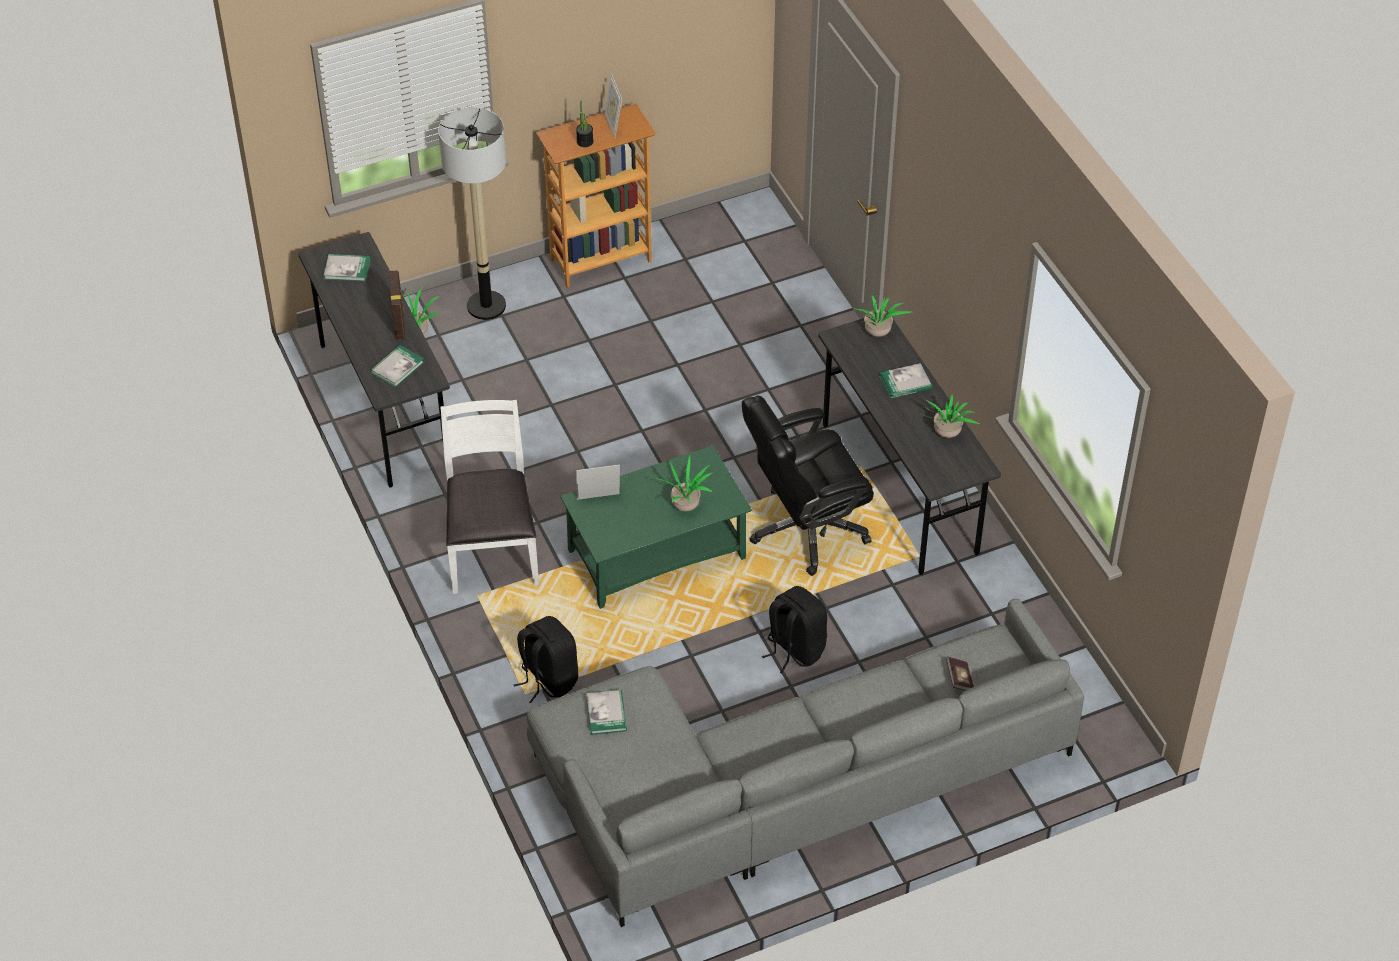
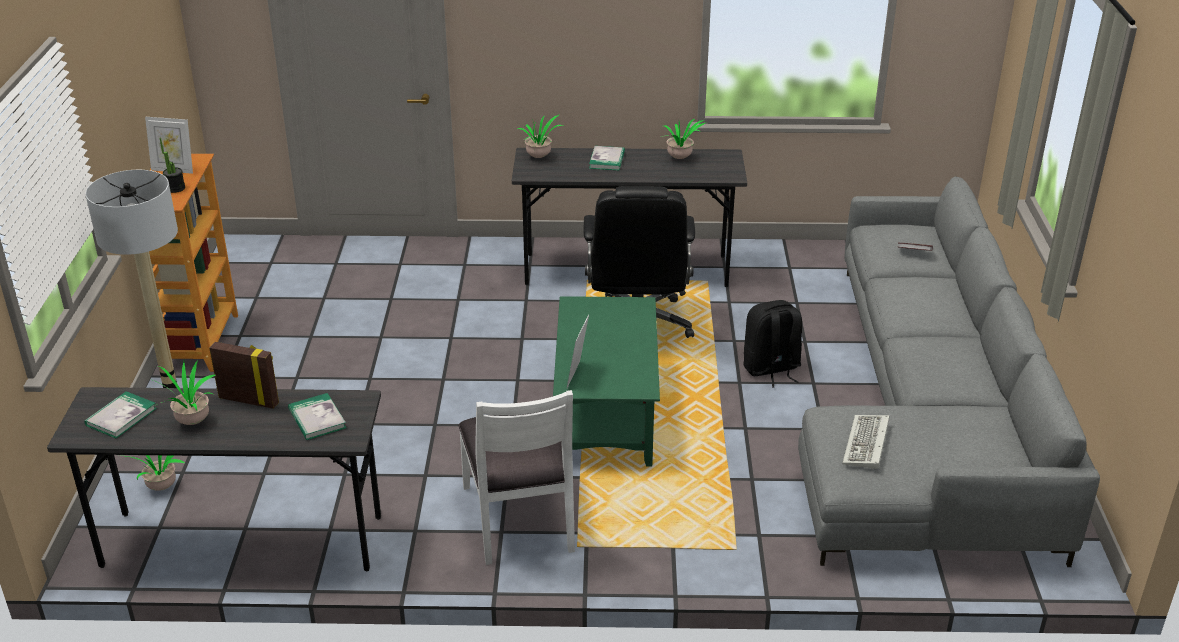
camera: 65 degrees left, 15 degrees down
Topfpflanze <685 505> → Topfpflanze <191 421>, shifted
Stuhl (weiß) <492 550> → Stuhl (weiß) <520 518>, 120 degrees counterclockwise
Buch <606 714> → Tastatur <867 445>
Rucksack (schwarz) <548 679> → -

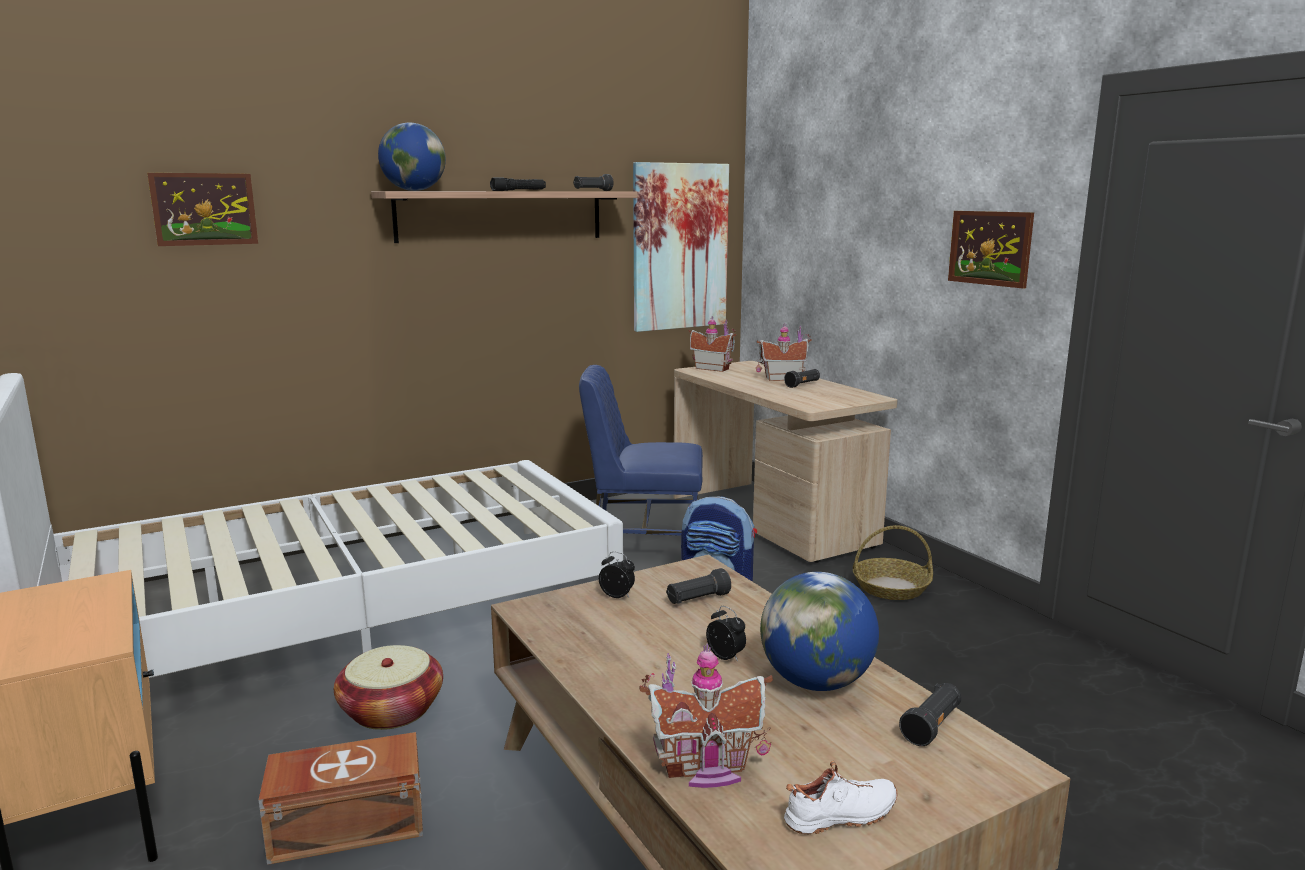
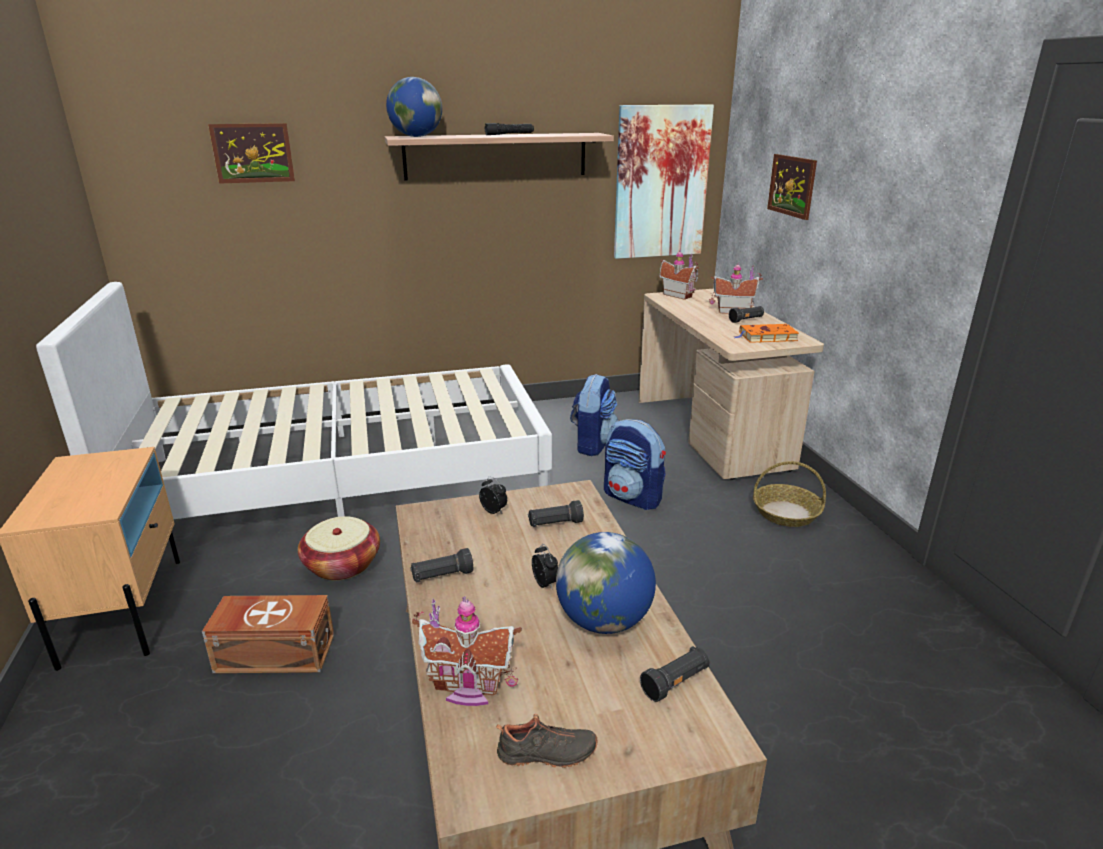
camera: 15 degrees right, 10 degrees up
Taschenlampe (schwarz) <592 191> → Taschenlampe (schwarz) <442 576>, shifted
Schuh (weiß) <842 817> → Schuh (schwarz) <547 755>
Stuhl (blau) <643 545> → Rucksack <592 444>
- → Buch (orange) <766 337>
Bild <990 248> → Bild <792 186>, shifted

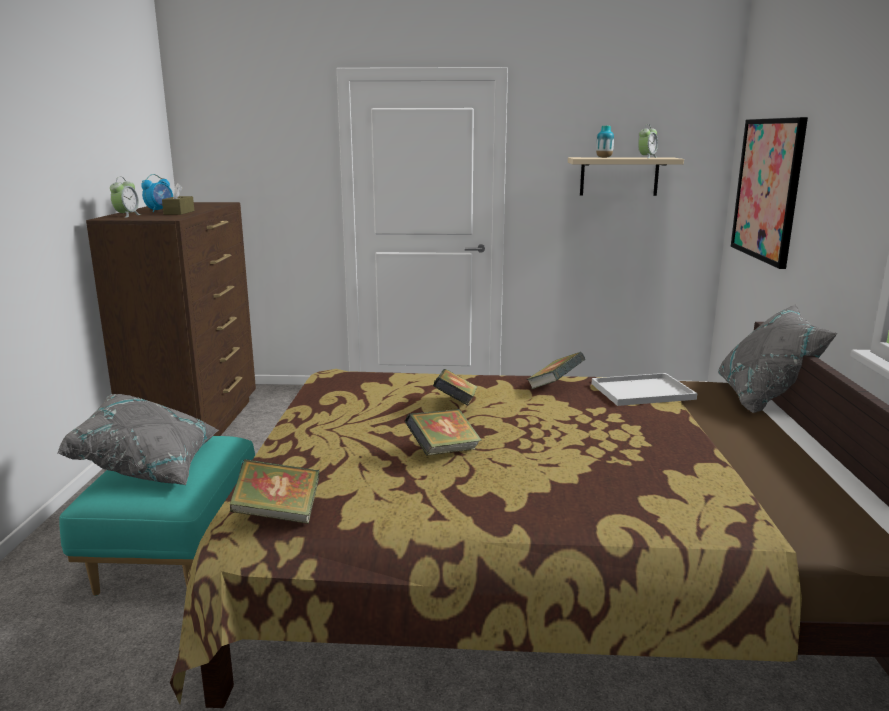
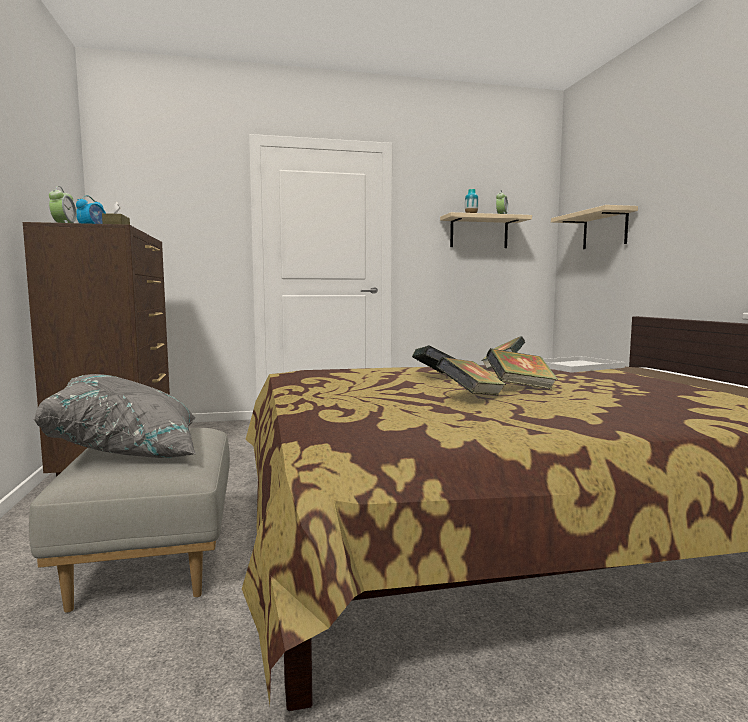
camera: 15 degrees left, 10 degrees down
Polsterhocker (türkis) <176 553> → Polsterhocker (grau) <154 558>
Buch <277 514> → Buch <520 388>, shifted
Bild <767 189> → Wandregal (beige) <605 229>
Kissen (grau) <764 398> → -

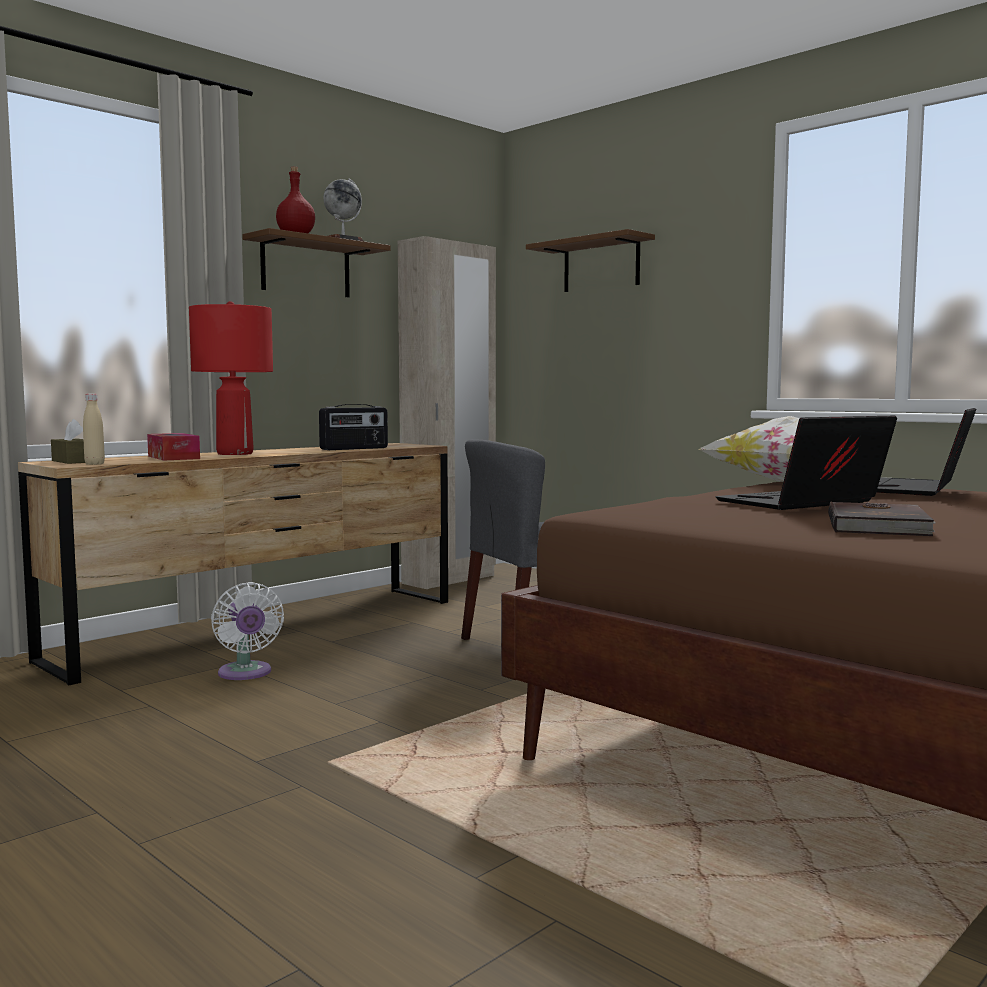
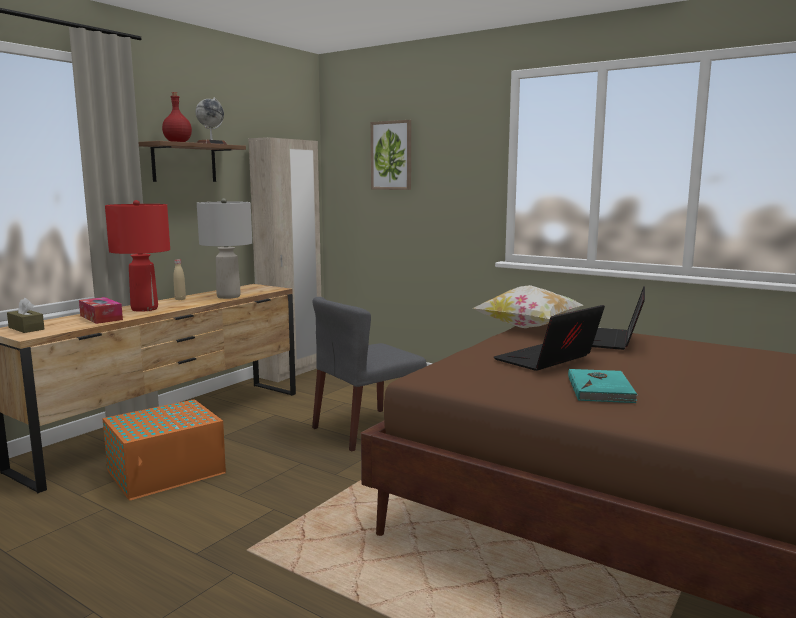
camera: 10 degrees left, 5 degrees up
Ventilator (weiß) <246 674> → Aufbewahrungsbox (orange) <168 472>
Flasche (beige) <94 464> → Flasche (beige) <180 299>, shifted
Radio <354 448> → Tischlampe (grau) <228 296>
Wandregal (braun) <601 265> → Bild <391 155>
Buch (braun) <879 525> → Buch (türkis) <601 389>

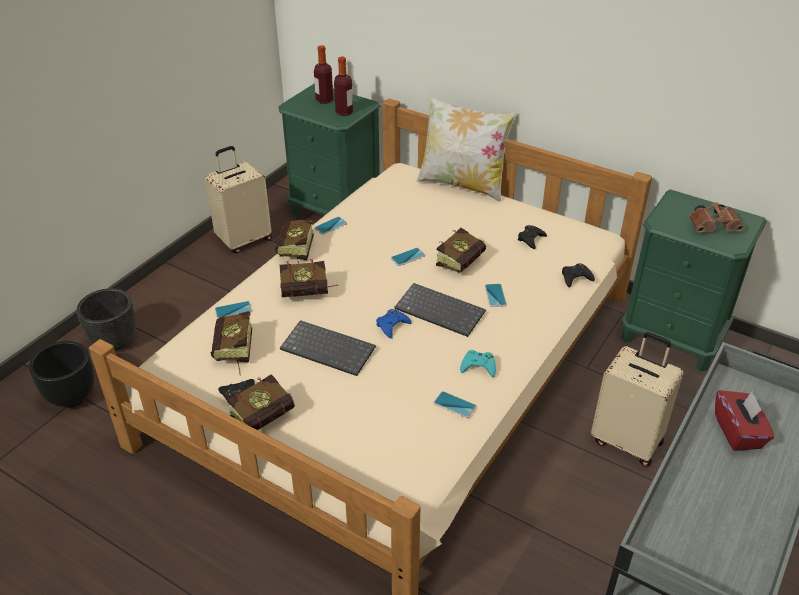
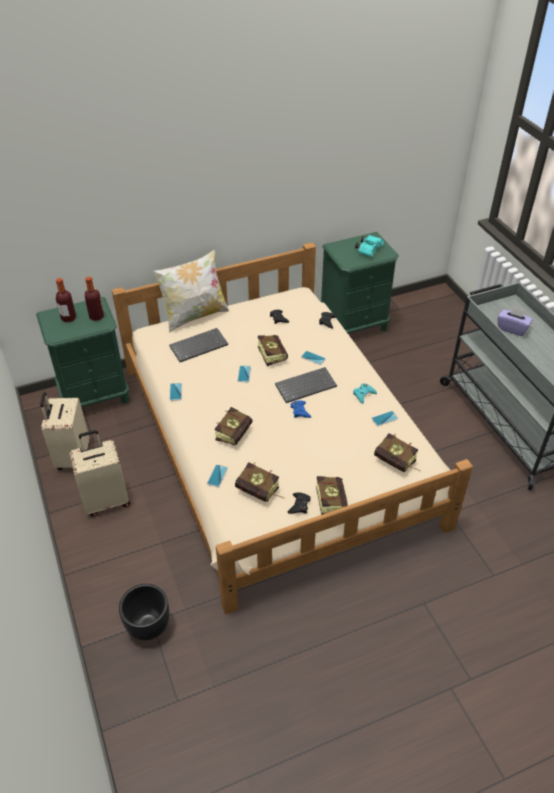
camera: 55 degrees left, 5 degrees up
Koffer (beige) <627 441> → Koffer (beige) <106 500>, shifted
Tastatur <329 349> → Tastatur <199 345>, shifted
Fernglas (braun) <715 227> → Fernglas (türkis) <369 250>
Buch <295 253> → Buch <398 464>, shifted
Taschentuchbox (rot) <738 432> → Taschentuchbox (lila) <512 328>
Pflanzkübel (schwarz) <114 341> → -

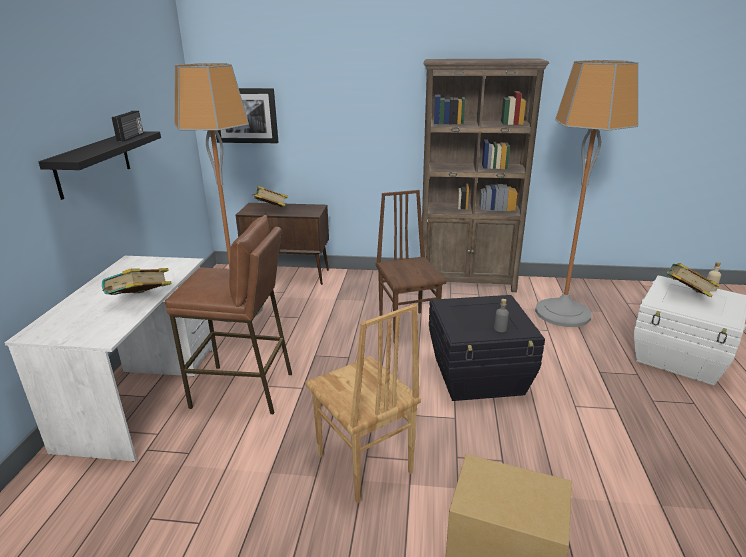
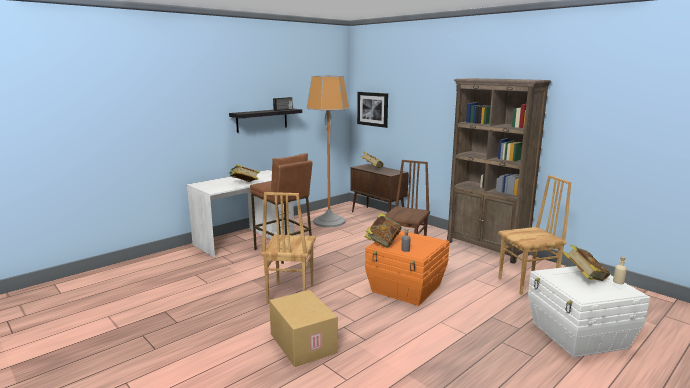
camera: 40 degrees right, 10 degrees down
- → Buch <383 242>
Aufbewahrungsbox (schwarz) <479 376> → Aufbewahrungsbox (orange) <406 288>
Stehlampe <563 313> → Stuhl (braun) <528 284>

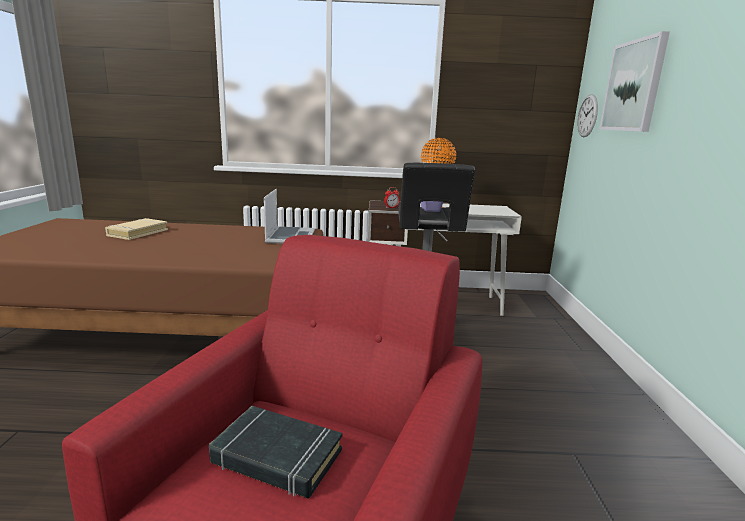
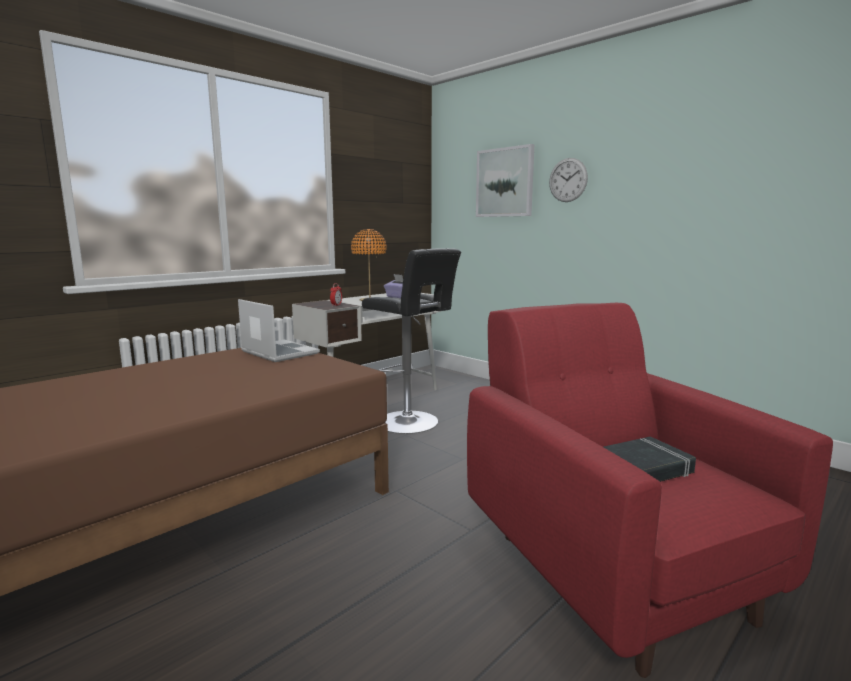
camera: 45 degrees left, 5 degrees down
Wanduhr <587 115> → Wanduhr <568 180>, shifted
Buch (beige) <137 233> → -

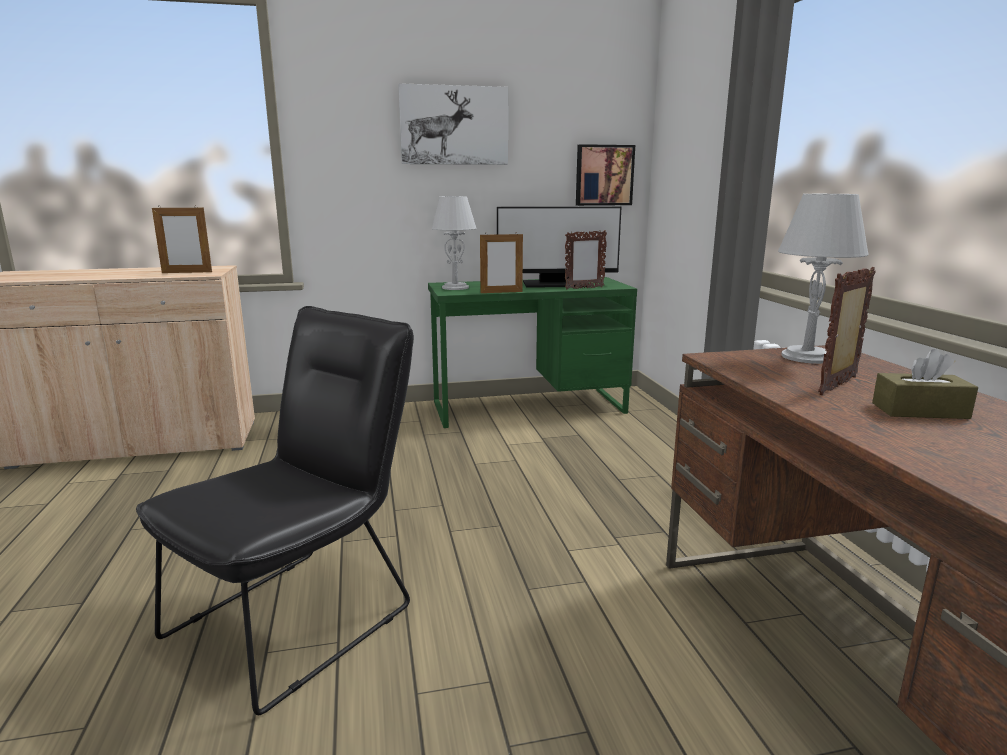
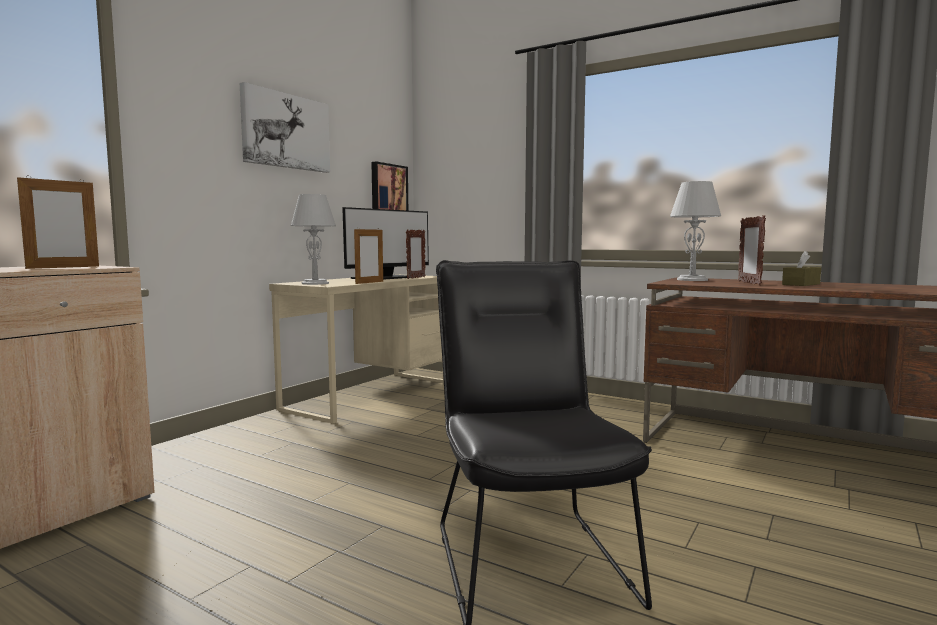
camera: 45 degrees left, 10 degrees down
Schreibtisch (grün) <529 407> → Schreibtisch (beige) <370 395>

